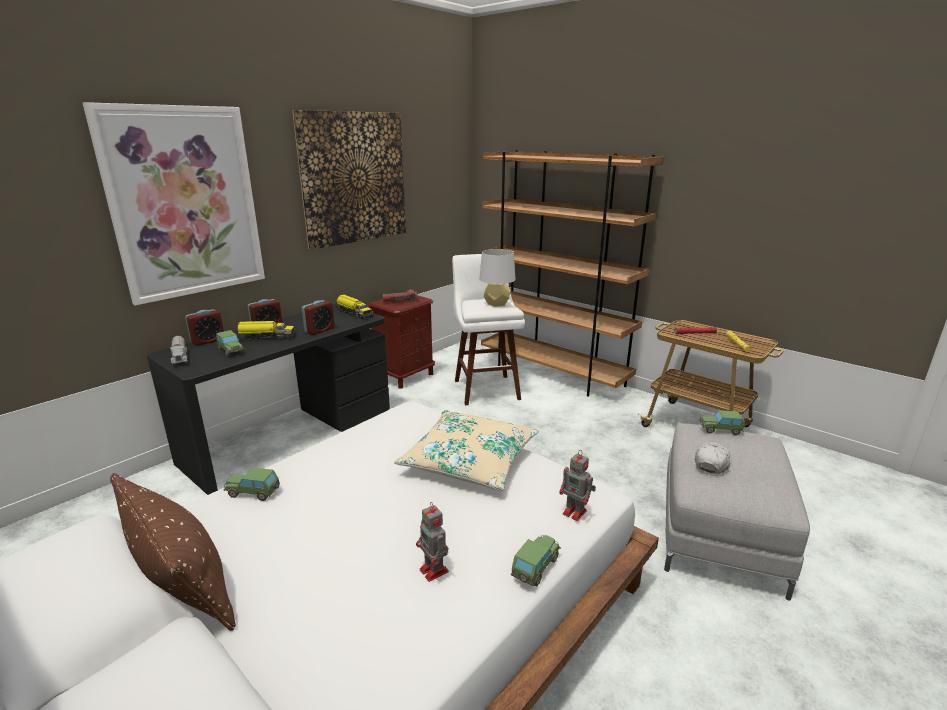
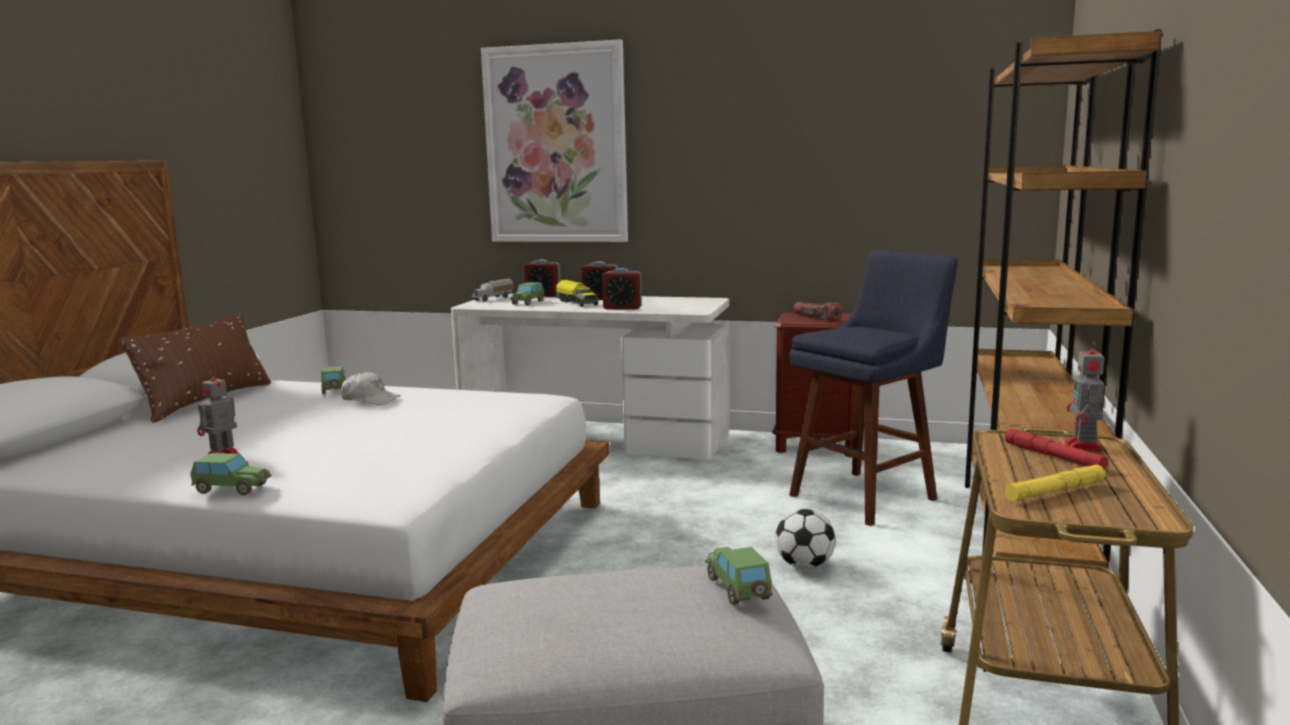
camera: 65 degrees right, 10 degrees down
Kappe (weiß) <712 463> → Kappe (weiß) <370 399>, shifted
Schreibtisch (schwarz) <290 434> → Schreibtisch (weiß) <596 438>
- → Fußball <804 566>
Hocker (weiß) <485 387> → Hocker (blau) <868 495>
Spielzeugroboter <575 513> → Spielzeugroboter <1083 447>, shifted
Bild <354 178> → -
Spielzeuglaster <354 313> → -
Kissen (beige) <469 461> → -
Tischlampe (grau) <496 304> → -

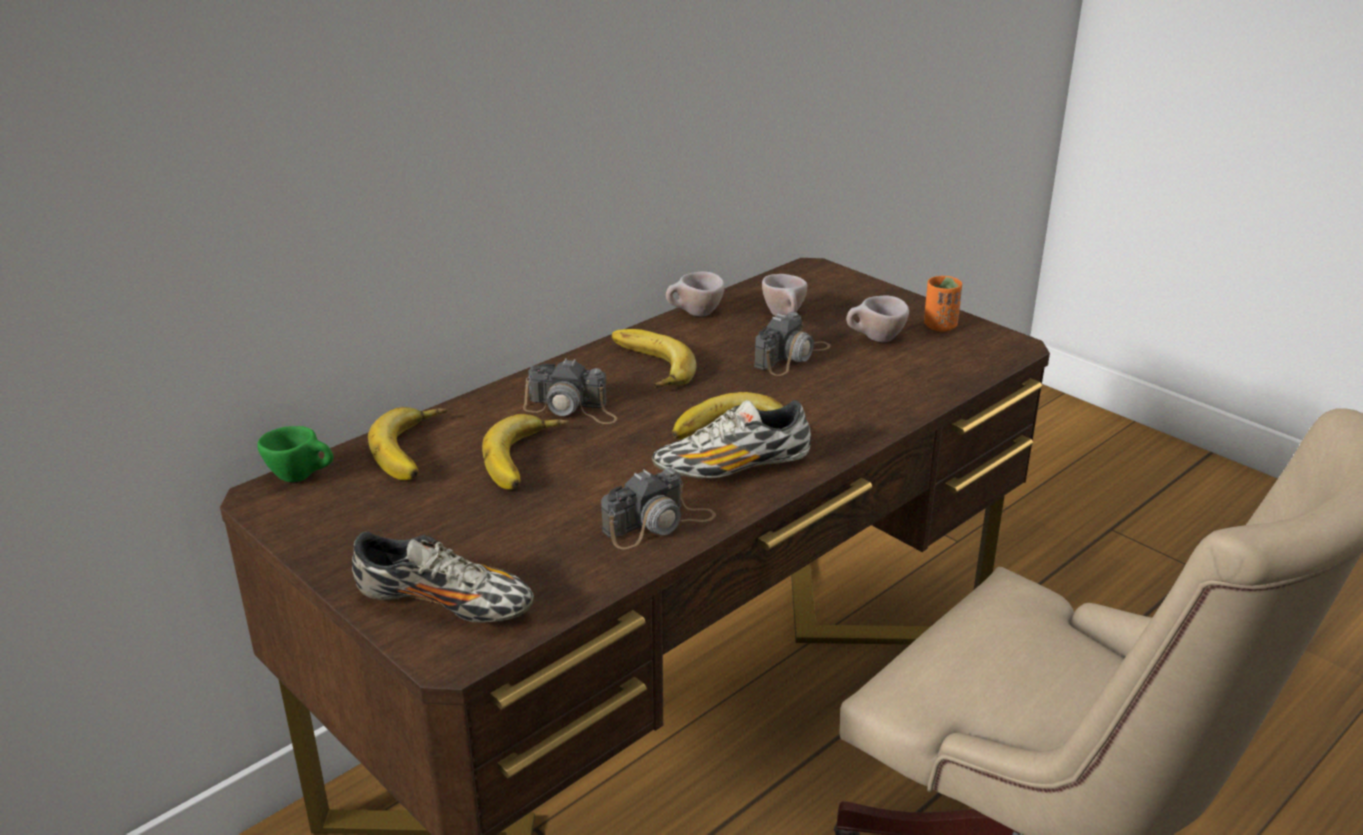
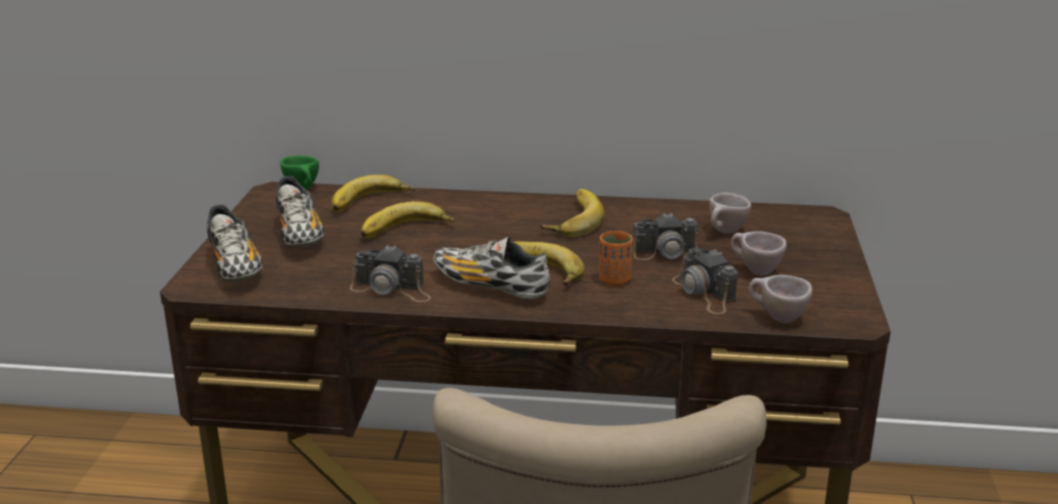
camera: 50 degrees right, 5 degrees down
- → Schuh <299 235>
Tasse (orange) <940 326> → Tasse (orange) <614 280>, shifted
Kamera <572 409> → Kamera <704 293>, shifted
Tasse (beige) <694 315> → Tasse (beige) <776 318>, shifted

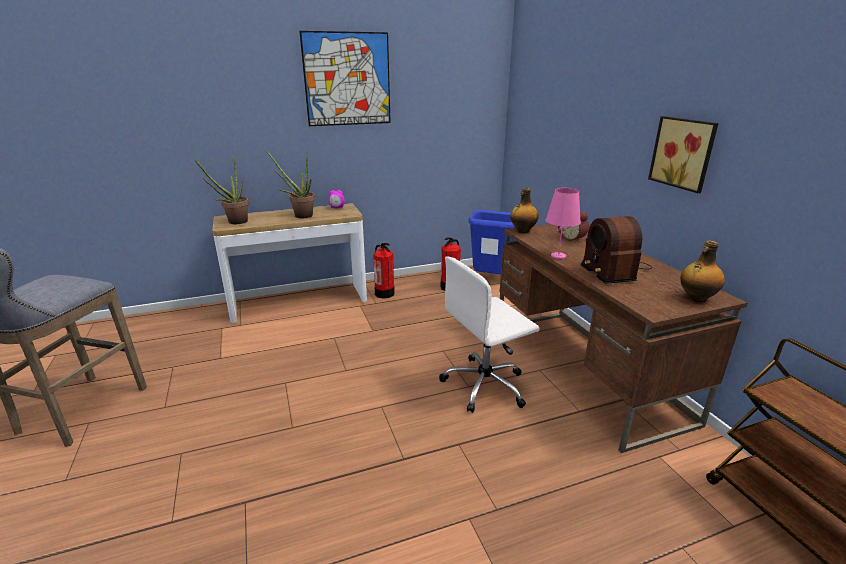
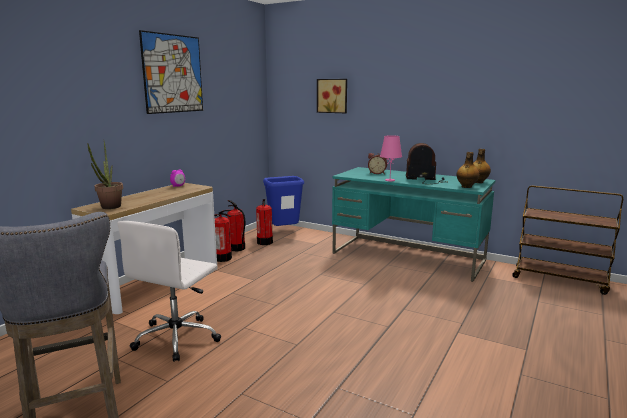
camera: 40 degrees left, 10 degrees down
Bürostuhl (weiß) <485 385> → Bürostuhl (weiß) <178 338>, shifted
- → Feuerlöscher <237 248>
Bild <684 153> → Bild <332 96>, shifted
Schreibtisch (braun) <585 370> → Schreibtisch (türkis) <408 257>
Radio <613 270> → Radio <426 180>, 150 degrees clockwise
Flasche <522 231> → Flasche <466 187>, shifted
Topfpflanze <300 215> → -

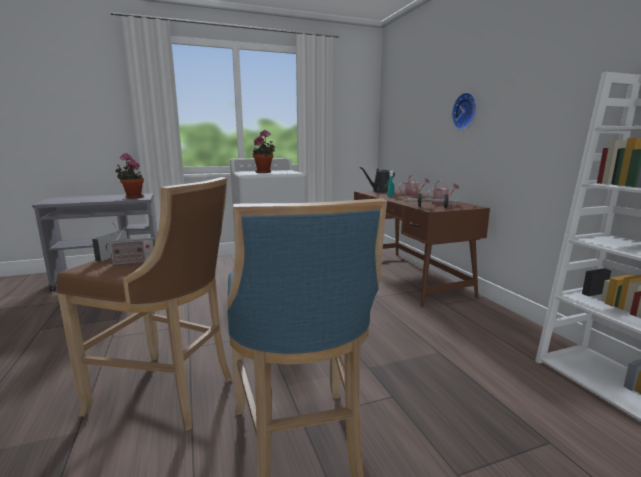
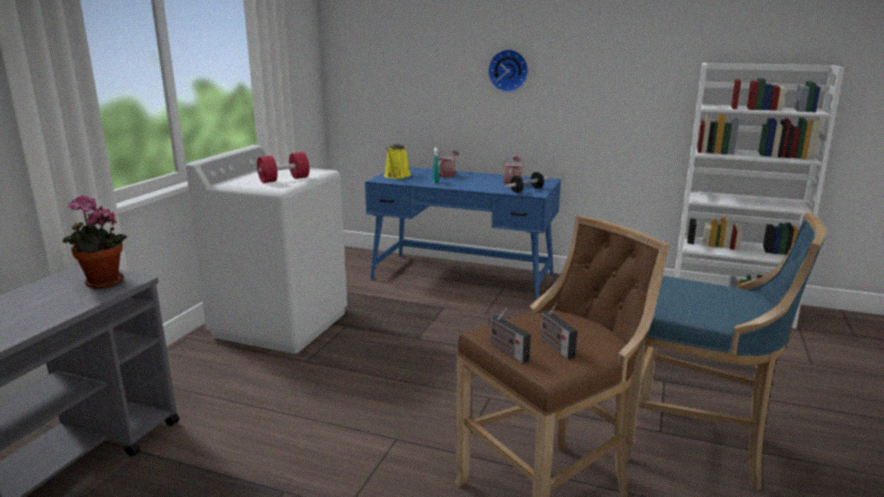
camera: 50 degrees left, 5 degrees up
Topfpflanze <264 172> → Hantel (rot) <284 180>
Schreibtisch (braun) <407 276> → Schreibtisch (blau) <462 277>
Gießkanne (schwarz) <380 192> → Gießkanne (gelb) <397 176>
Radio <132 262> → Radio <555 346>, 135 degrees clockwise

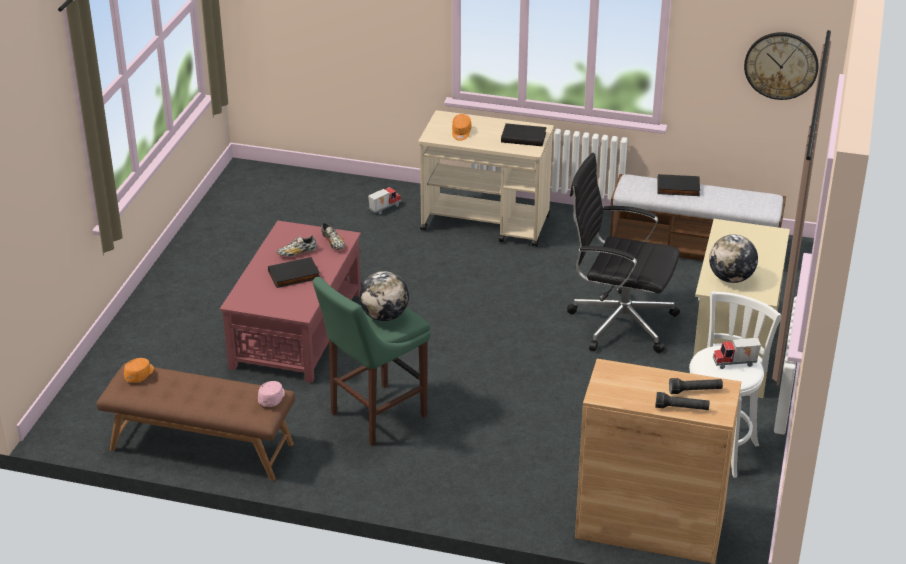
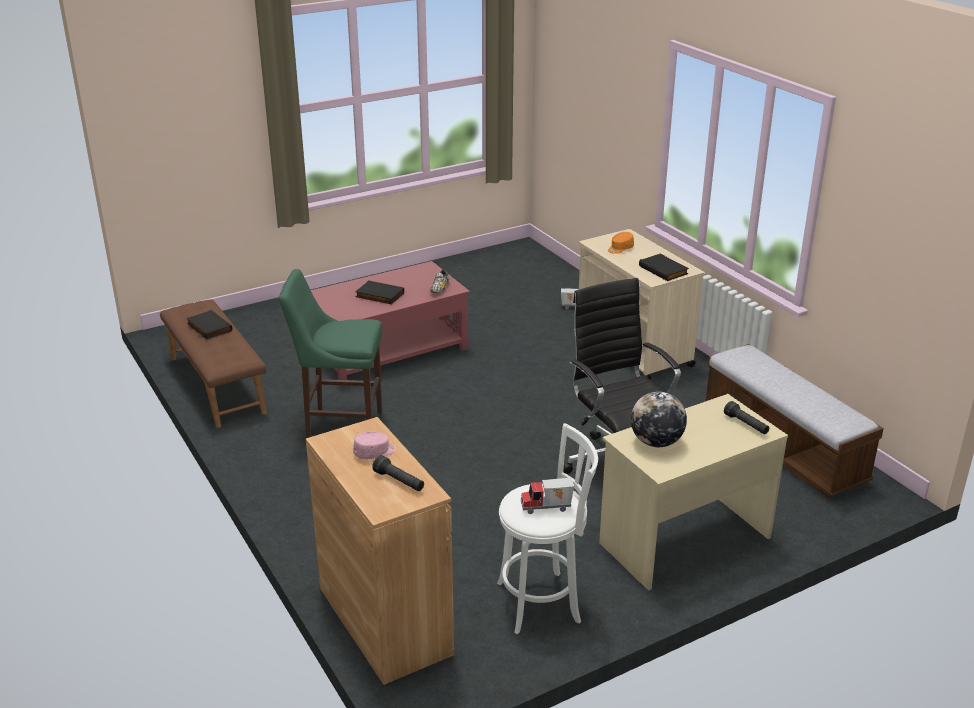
camera: 45 degrees right, 5 degrees down
Buch (schwarz) <678 188> → Buch (schwarz) <208 327>, shifted
Kappe (rosa) <272 398> → Kappe (rosa) <375 452>, shifted
Spielzeuglaster <735 364> → Spielzeuglaster <547 508>, 45 degrees counterclockwise
Taschenlampe (schwarz) <681 408> → Taschenlampe (schwarz) <746 425>, shifted
Kappe (orange) <140 374> → -
Schuh <297 253> → -
Globus <384 316> → -
Wanduhr <781 65> → -

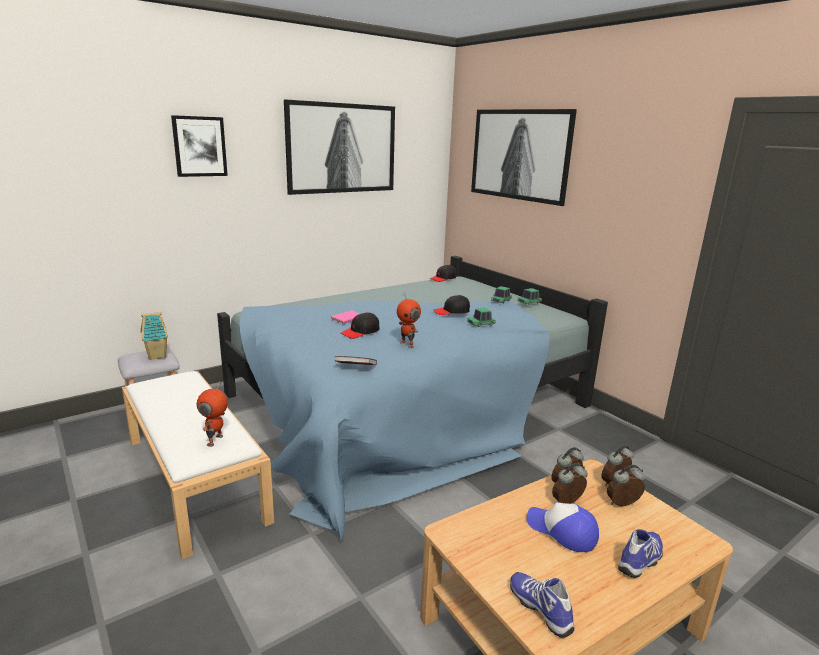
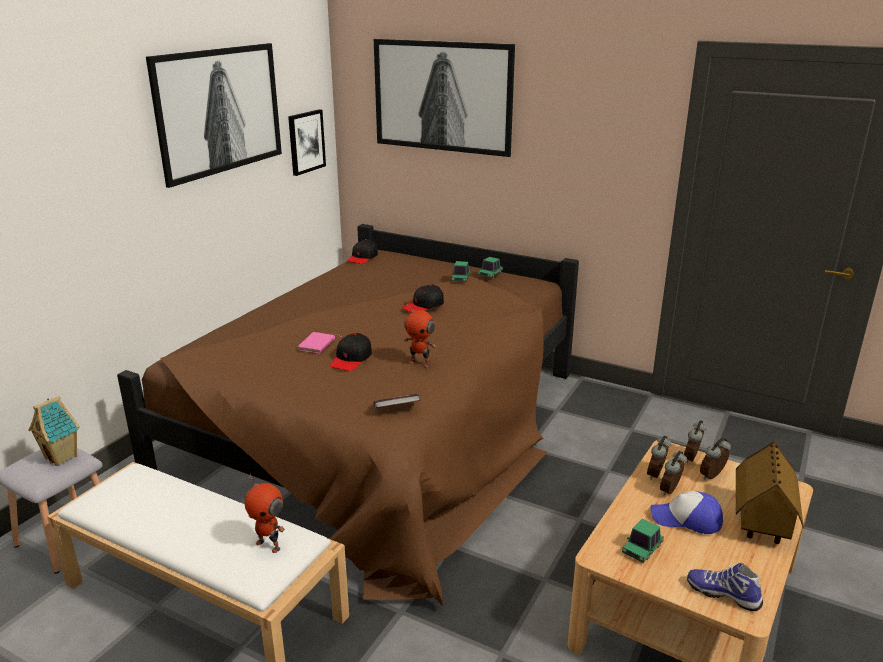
camera: 25 degrees left, 5 degrees up
Bett (blau) <406 406> → Bett (braun) <384 429>
Spielzeugroboter <216 440> → Spielzeugroboter <269 545>, 45 degrees counterclockwise
Bild <199 146> → Bild <306 142>, shifted
Spielzeugauto <481 324> → Spielzeugauto <642 549>, shifted
Schuh <641 560> → Spielzeughaus <761 522>

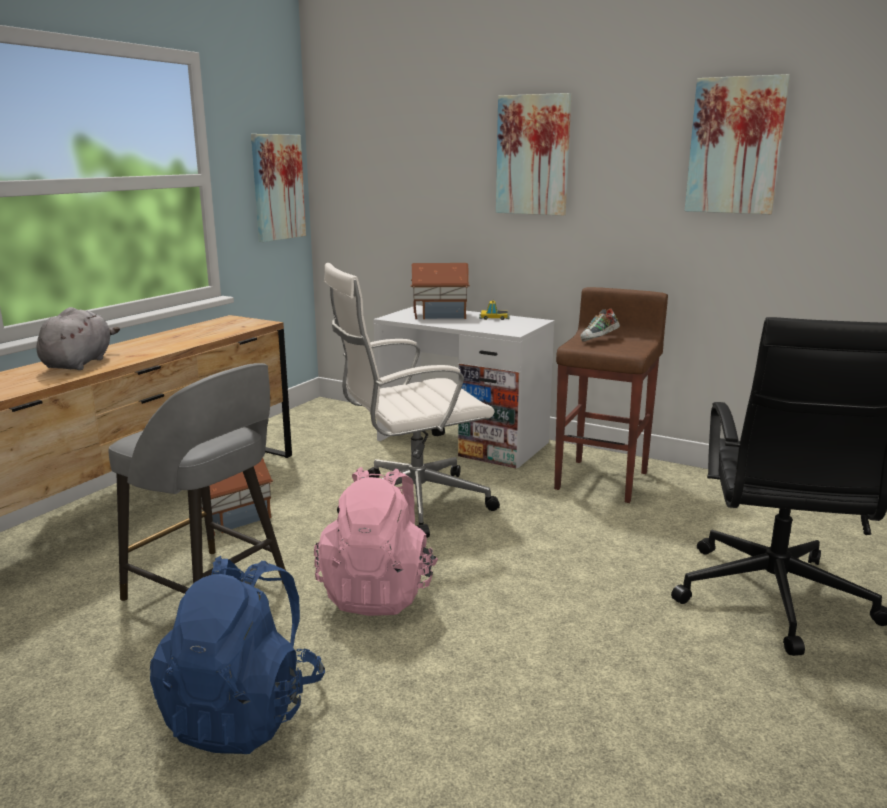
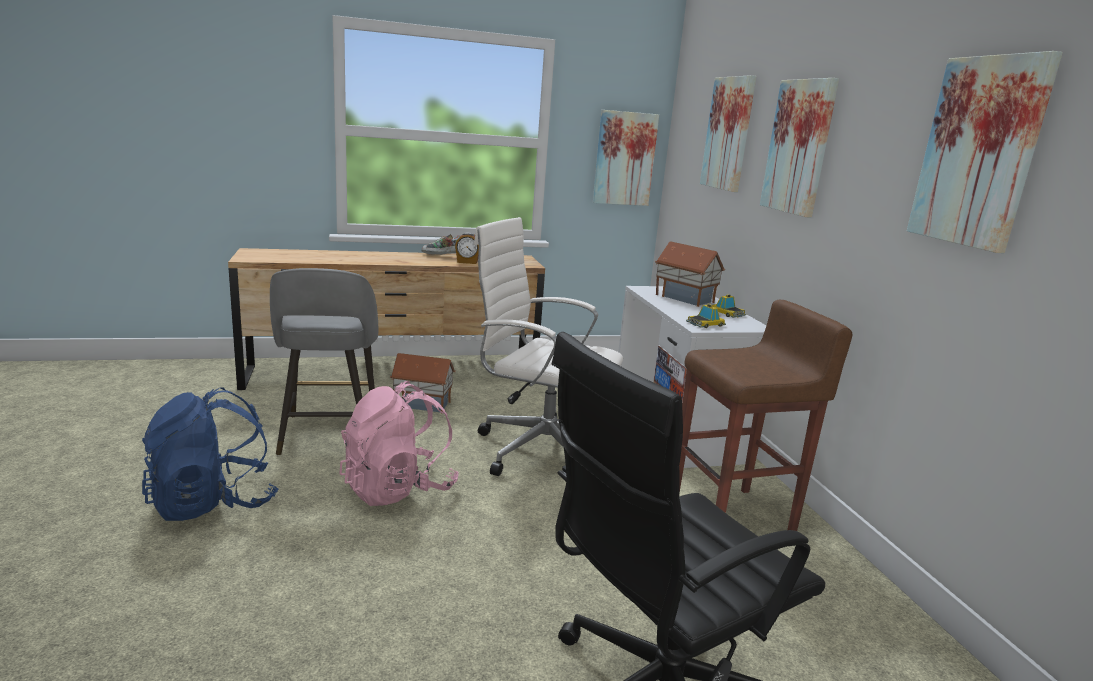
camera: 45 degrees right, 0 degrees up
Schuh <599 339> → Schuh <441 256>, shifted
- → Wecker <467 262>
- → Spielzeugauto <705 324>
- → Bild <729 133>
Plüschtier (grau) <79 363> → -

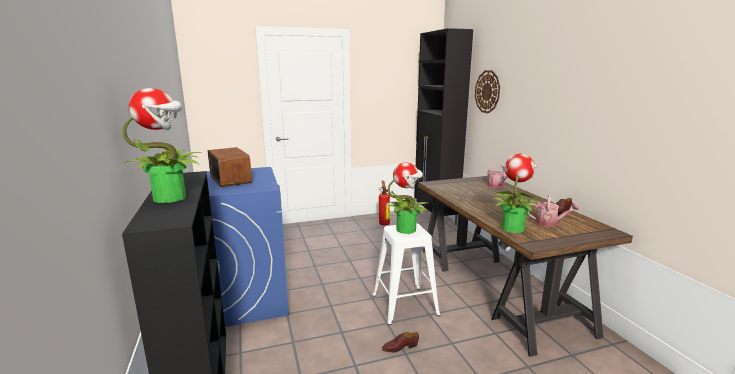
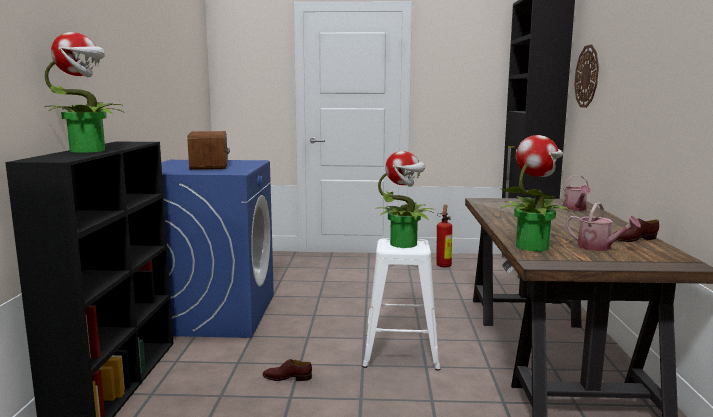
camera: 20 degrees right, 5 degrees down
Schuh (braun) <400 347> → Schuh (braun) <287 378>, shifted

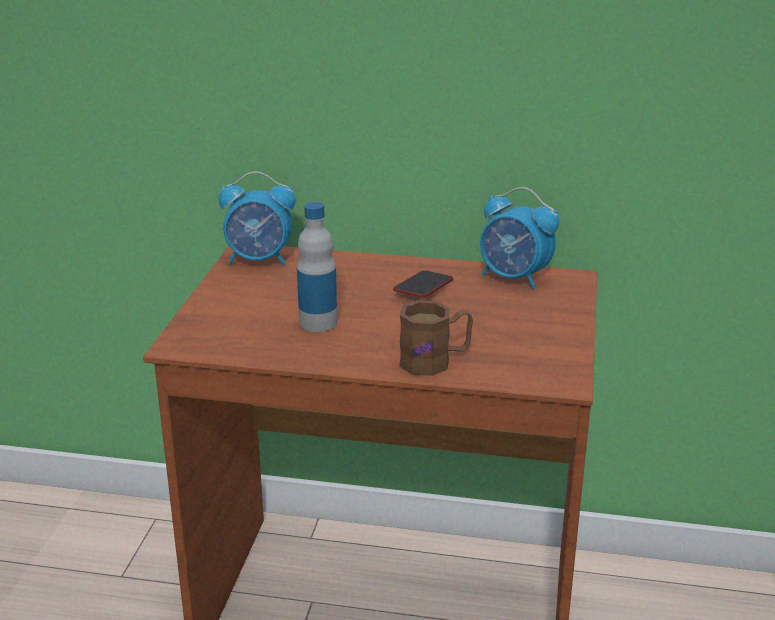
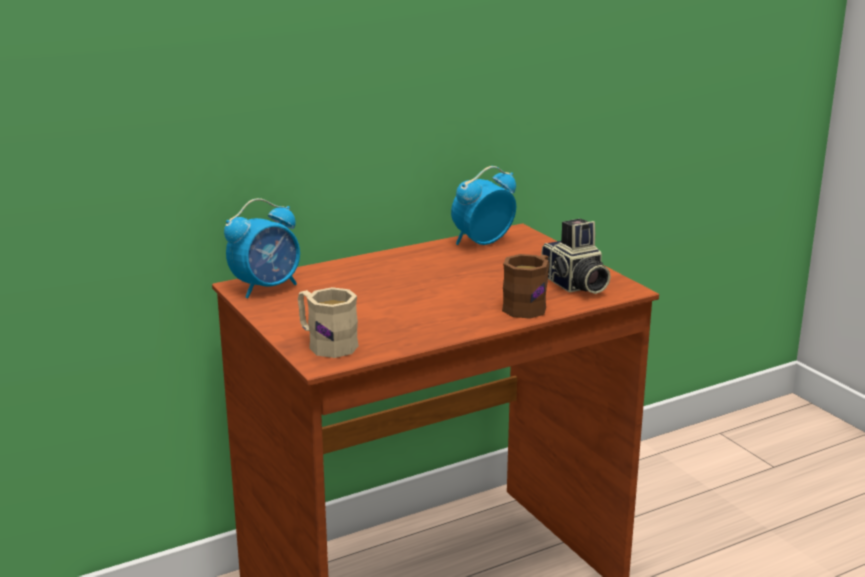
camera: 40 degrees left, 5 degrees down
- → Henkelbecher (beige) <326 344>
Wecker <514 278> → Wecker <481 242>, 150 degrees clockwise
- → Kamera <573 285>
Flasche <318 322> → -
Handy <423 289> → -

